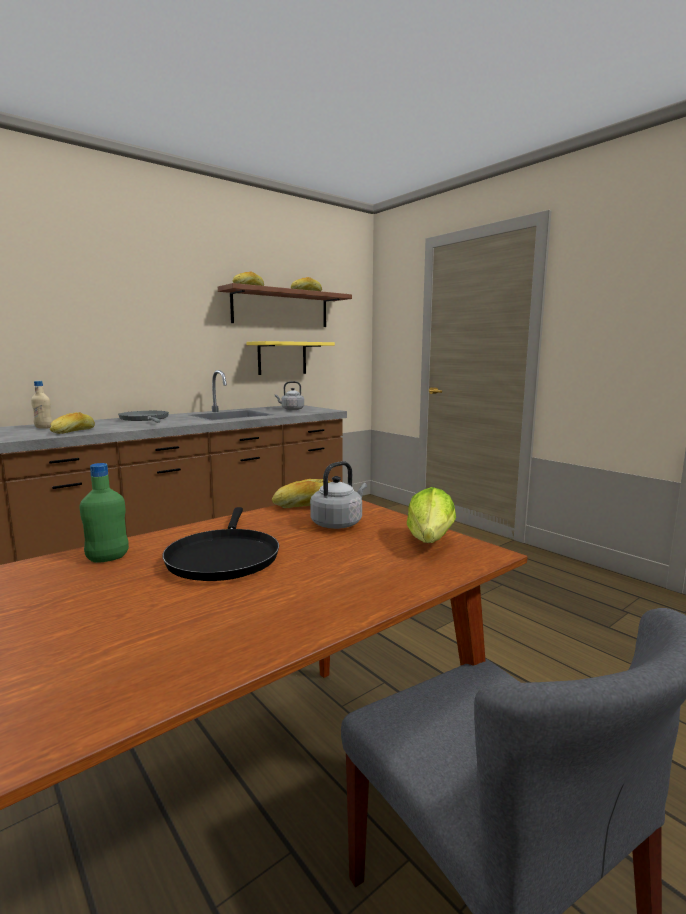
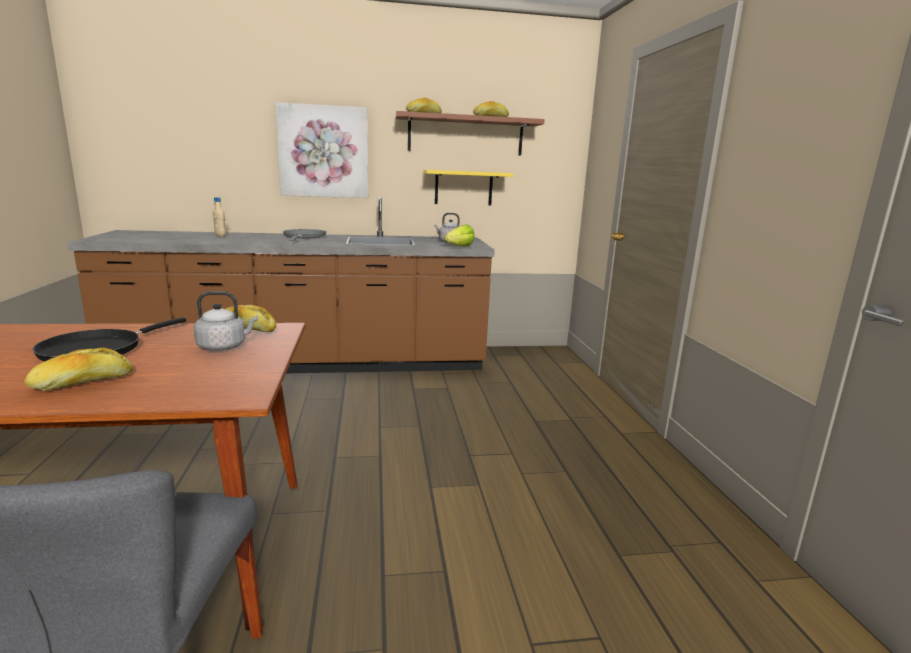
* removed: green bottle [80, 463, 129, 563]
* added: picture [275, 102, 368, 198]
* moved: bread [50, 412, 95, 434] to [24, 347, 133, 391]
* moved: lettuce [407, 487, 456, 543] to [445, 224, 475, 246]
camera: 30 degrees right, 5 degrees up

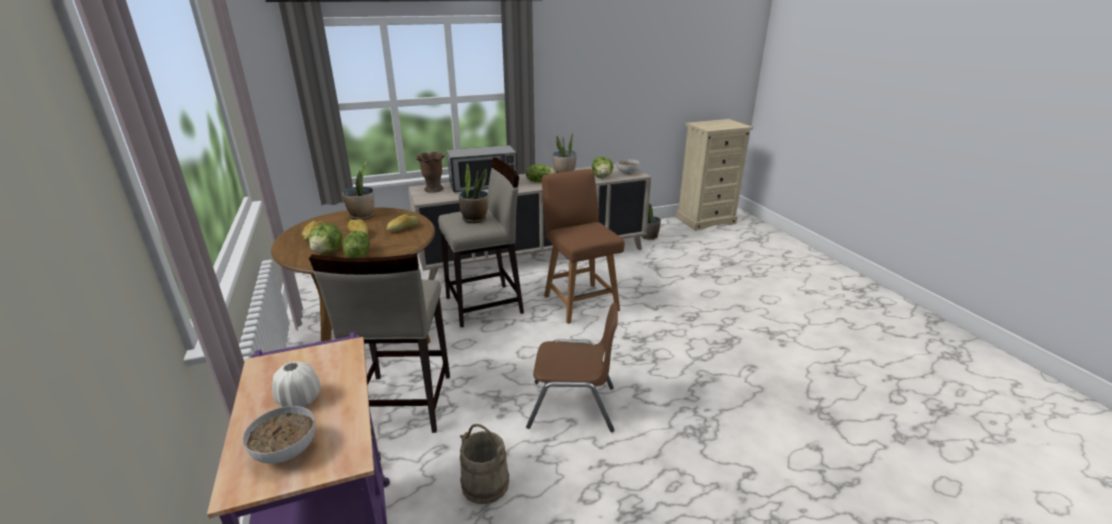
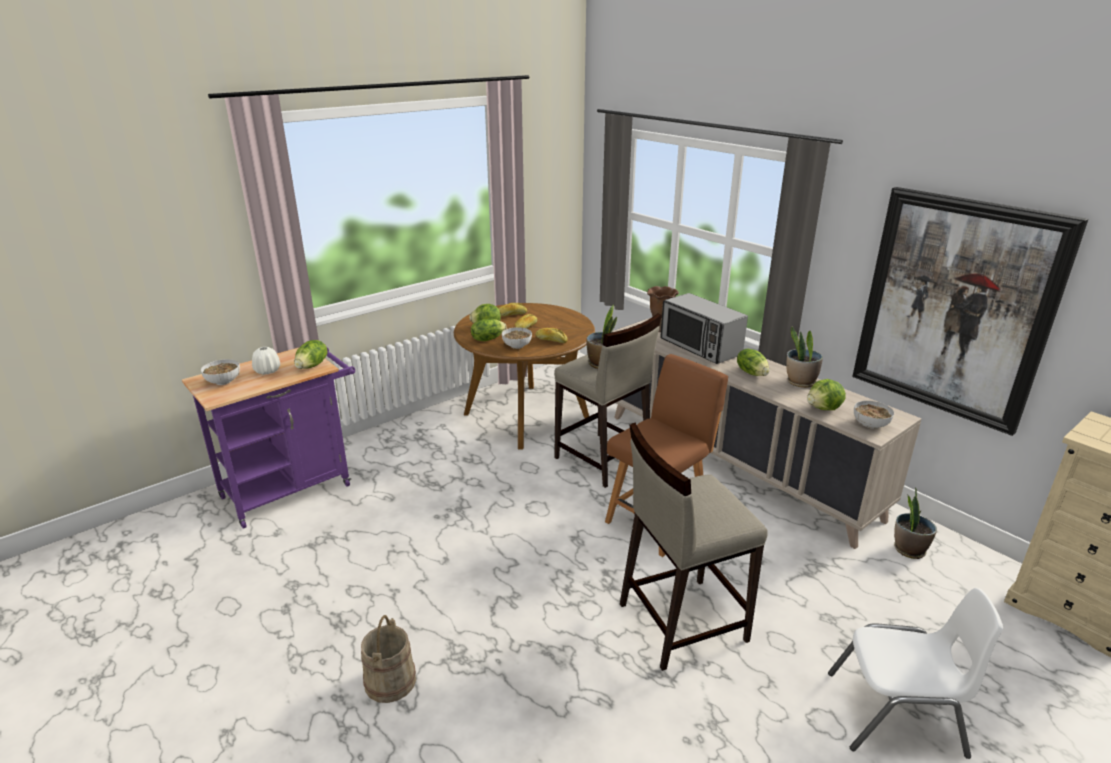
* removed: potted plant [342, 161, 374, 219]
* removed: brown chair [526, 303, 618, 432]
* added: lettuce [294, 340, 327, 369]
* added: bowl [502, 327, 532, 349]
* added: white chair [828, 588, 1003, 759]
* added: picture [852, 187, 1088, 436]
* moved: beige stool [309, 254, 450, 433] to [620, 423, 768, 671]
* moved: beige bucket [460, 424, 509, 504] to [361, 615, 416, 703]
camera: 70 degrees right, 0 degrees up

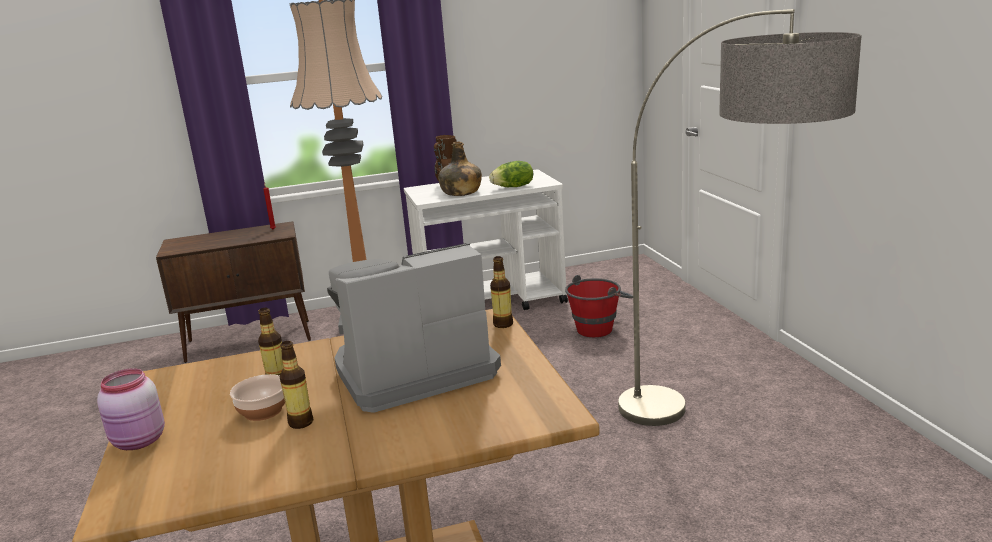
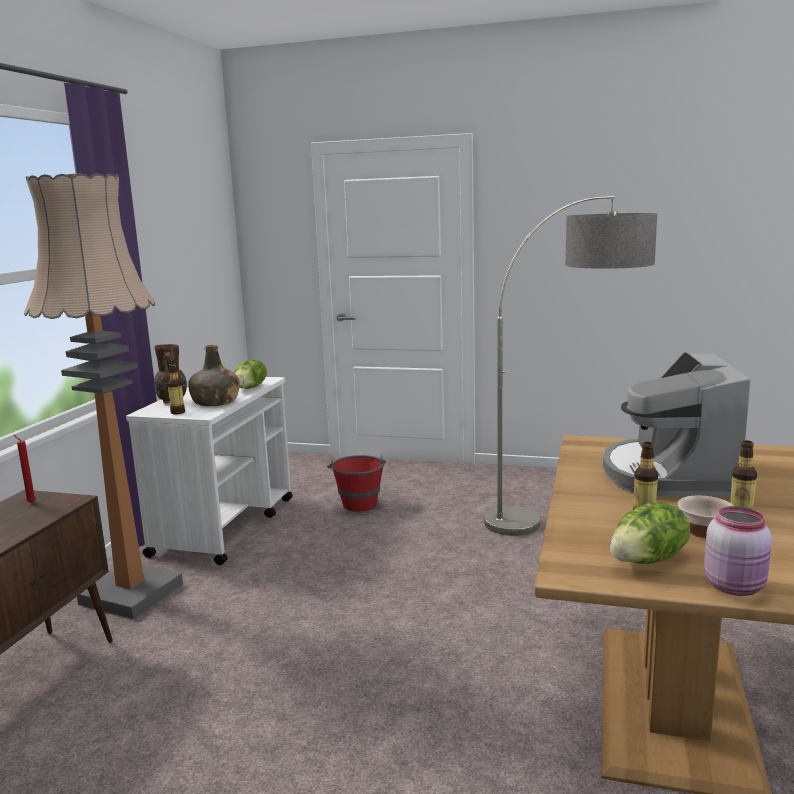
* added: lettuce [610, 502, 690, 564]
* moved: bottle [490, 256, 513, 328] to [167, 363, 185, 415]
camera: 60 degrees left, 5 degrees down

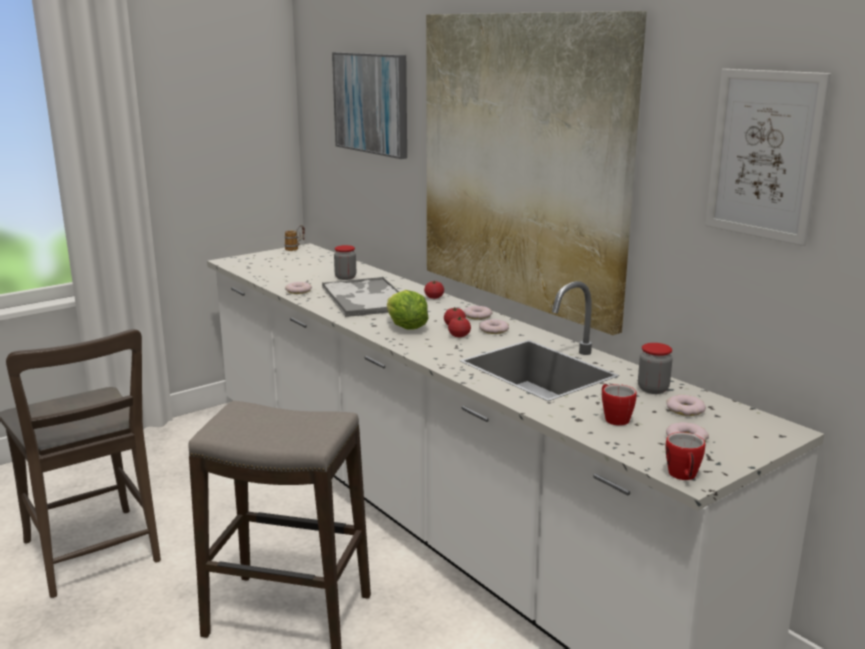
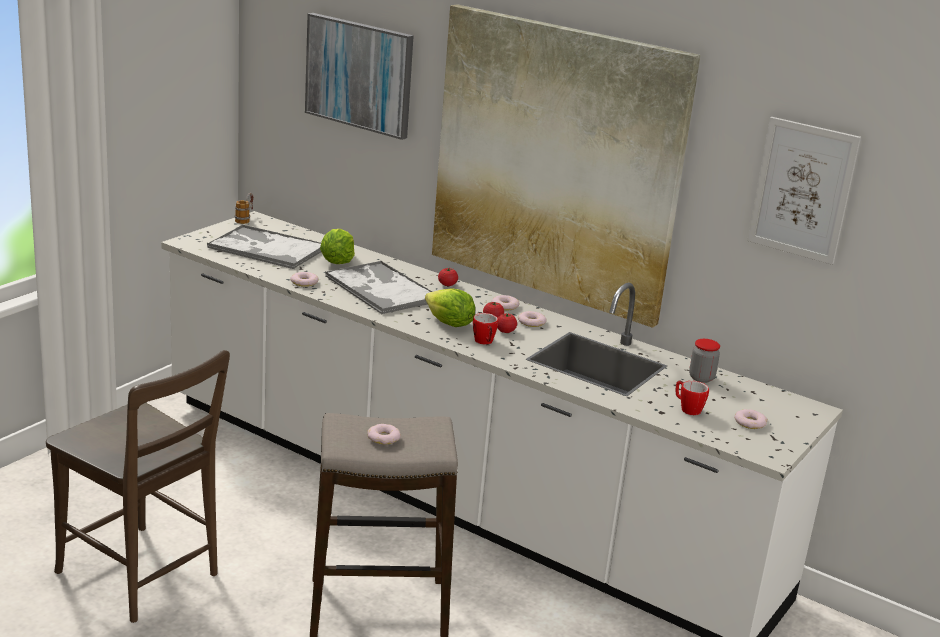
* added: tray [207, 225, 321, 269]
* moved: mug [665, 432, 705, 480] to [473, 313, 498, 345]
* moved: donut [666, 395, 706, 416] to [367, 424, 401, 444]
* replaced: jar [334, 245, 356, 280] to lettuce [320, 229, 355, 264]
camera: 20 degrees left, 5 degrees up

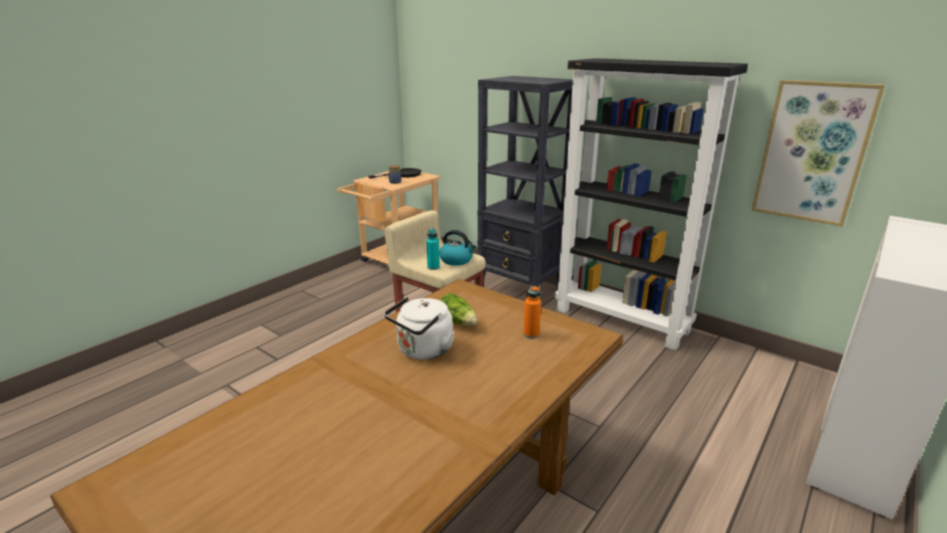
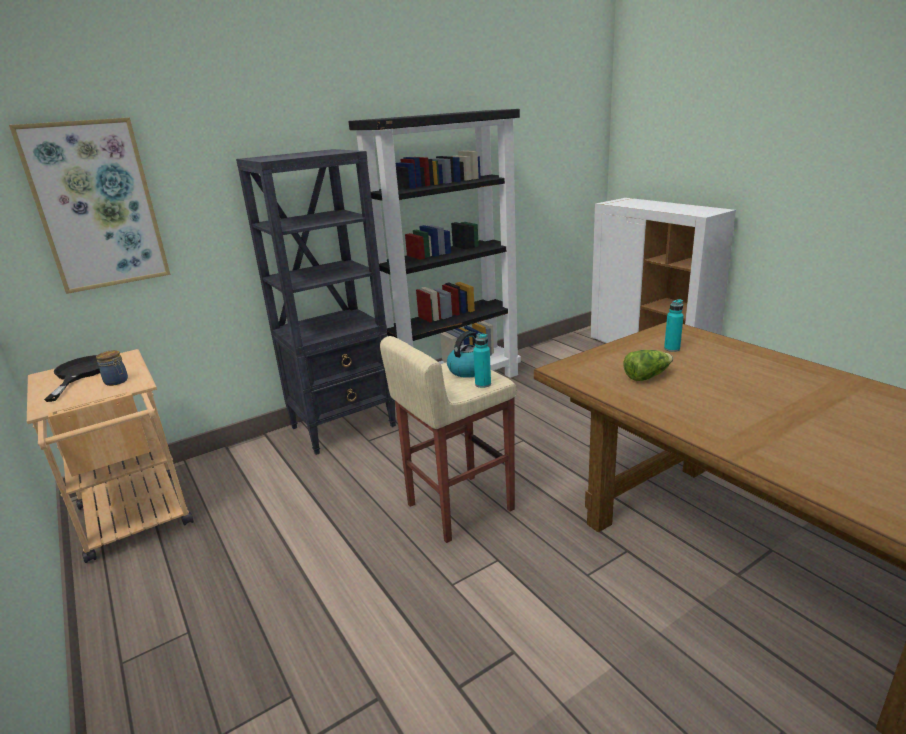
* removed: white kettle [384, 297, 455, 360]
* moved: picture [751, 80, 885, 227] to [9, 118, 171, 294]
* recoloured: orange bottle [523, 285, 541, 339] to turquoise bottle [664, 299, 684, 352]
camera: 70 degrees left, 0 degrees up

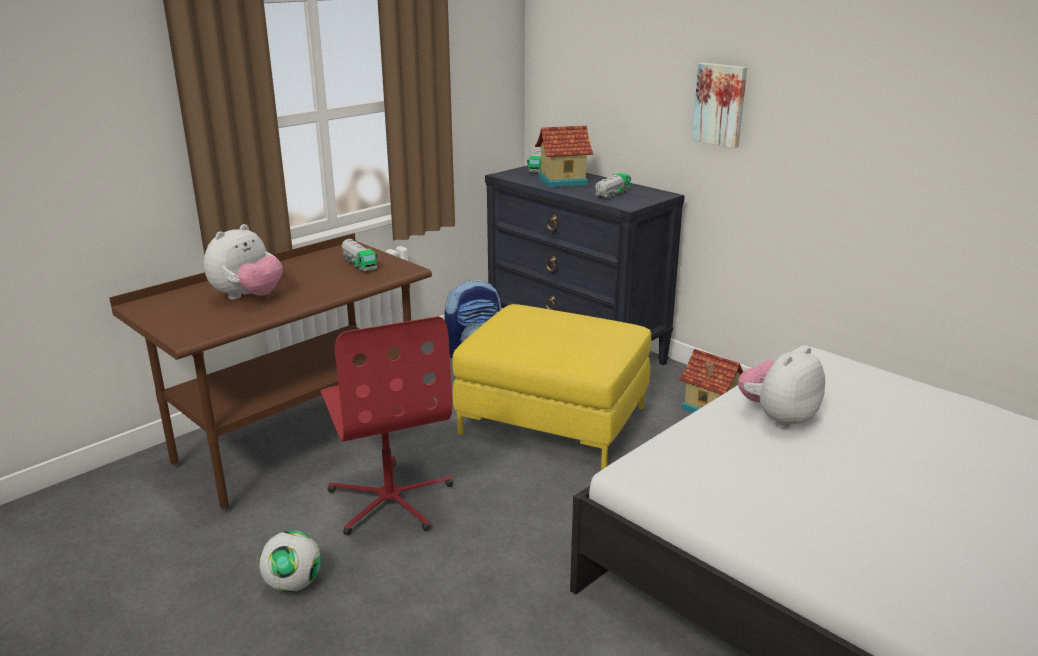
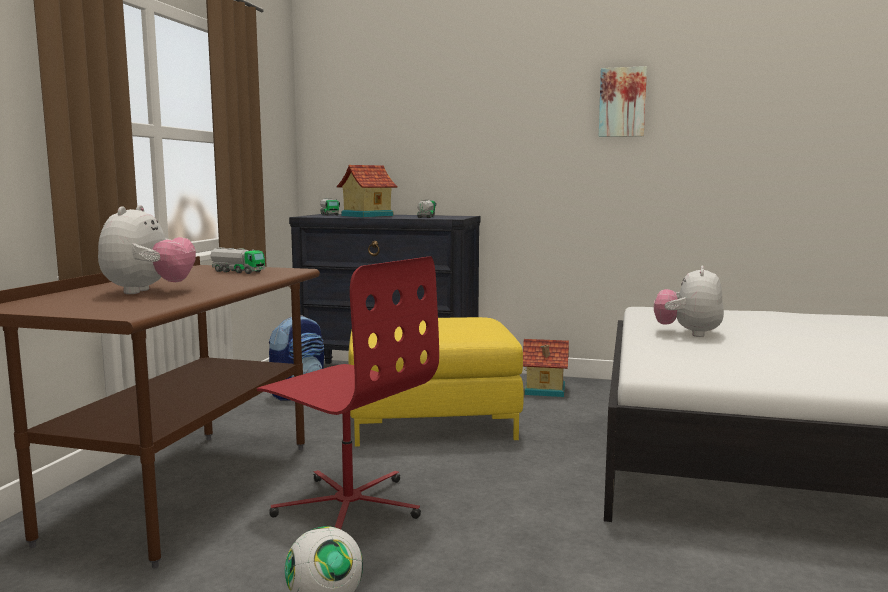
* moved: picture [692, 63, 747, 148] to [599, 66, 647, 137]
camera: 30 degrees left, 15 degrees down

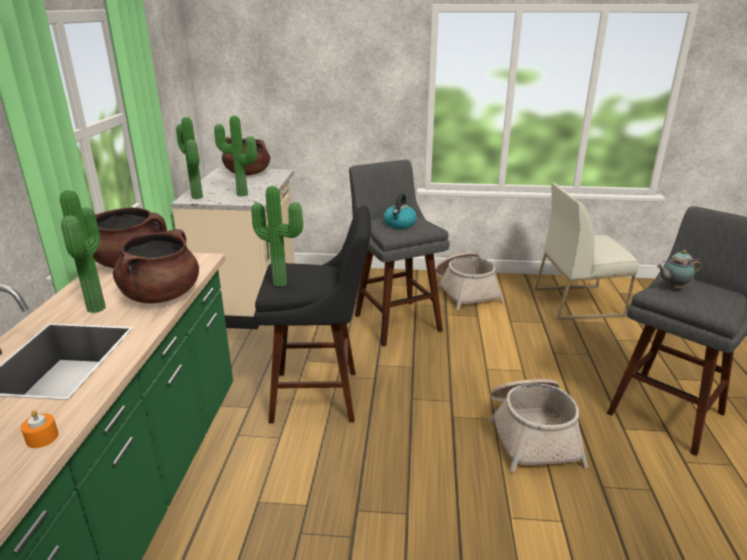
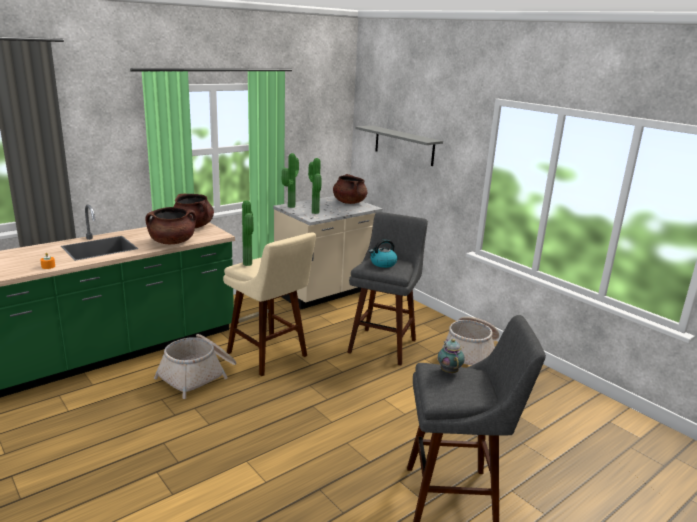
* removed: potted plant [60, 190, 106, 313]
* removed: white chair [534, 183, 639, 320]
* added: grey shelf [355, 125, 443, 166]
* moved: basket [489, 379, 588, 473] to [154, 334, 237, 399]
* recoloured: black stool [254, 206, 371, 424] to beige stool [223, 233, 316, 376]
* turned: teapot [657, 250, 702, 288] = [438, 339, 465, 374] 45 degrees clockwise
camera: 45 degrees right, 5 degrees down

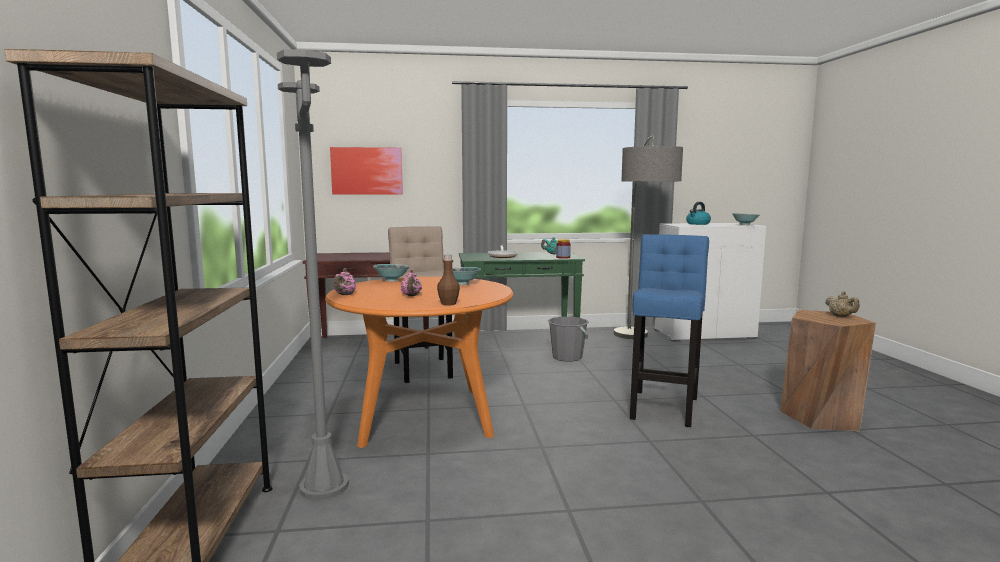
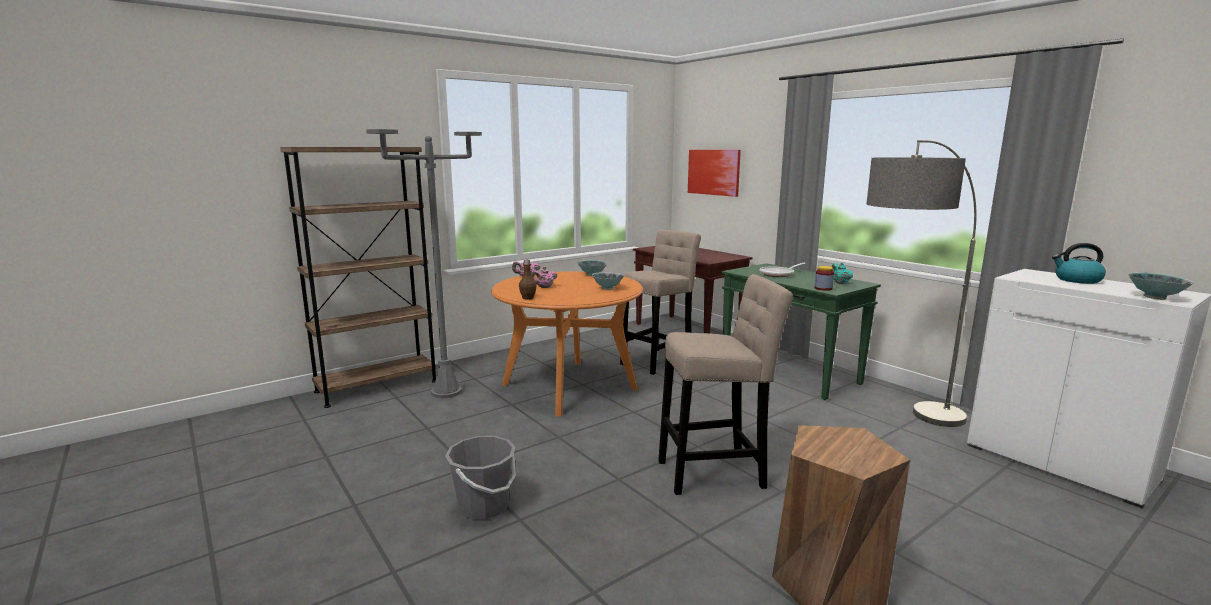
* removed: beige teapot [825, 291, 859, 317]
* moved: grey bucket [548, 317, 589, 362] to [445, 436, 516, 520]
* recoloured: blue stool [630, 234, 709, 427] to beige stool [658, 274, 793, 495]
camera: 60 degrees right, 5 degrees up

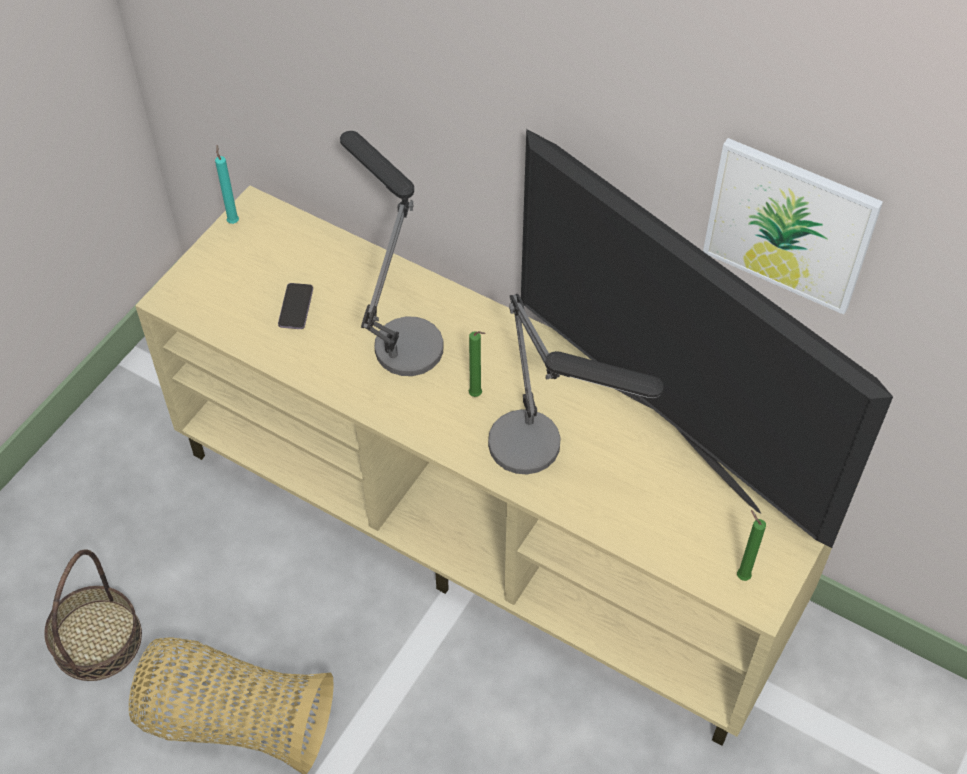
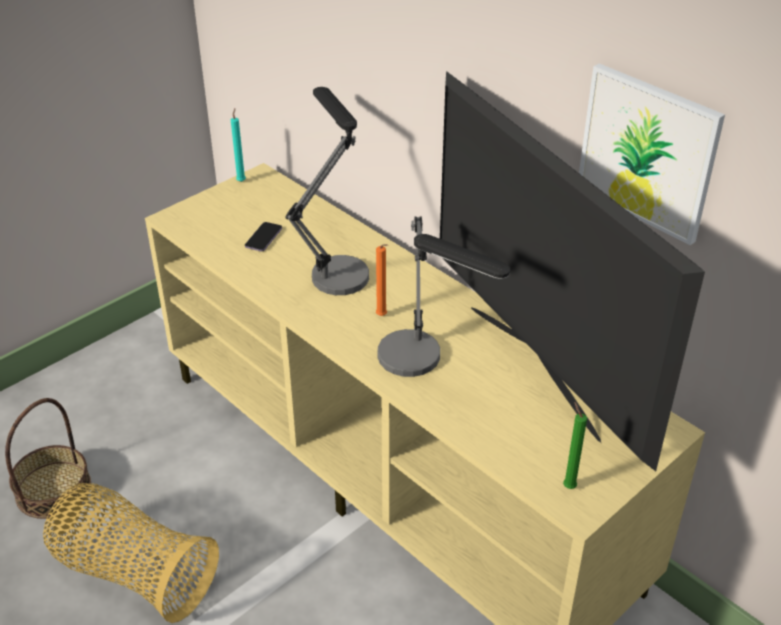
* recoloured: green candle [469, 331, 486, 397] to orange candle [376, 244, 388, 316]
camera: 15 degrees right, 15 degrees down

